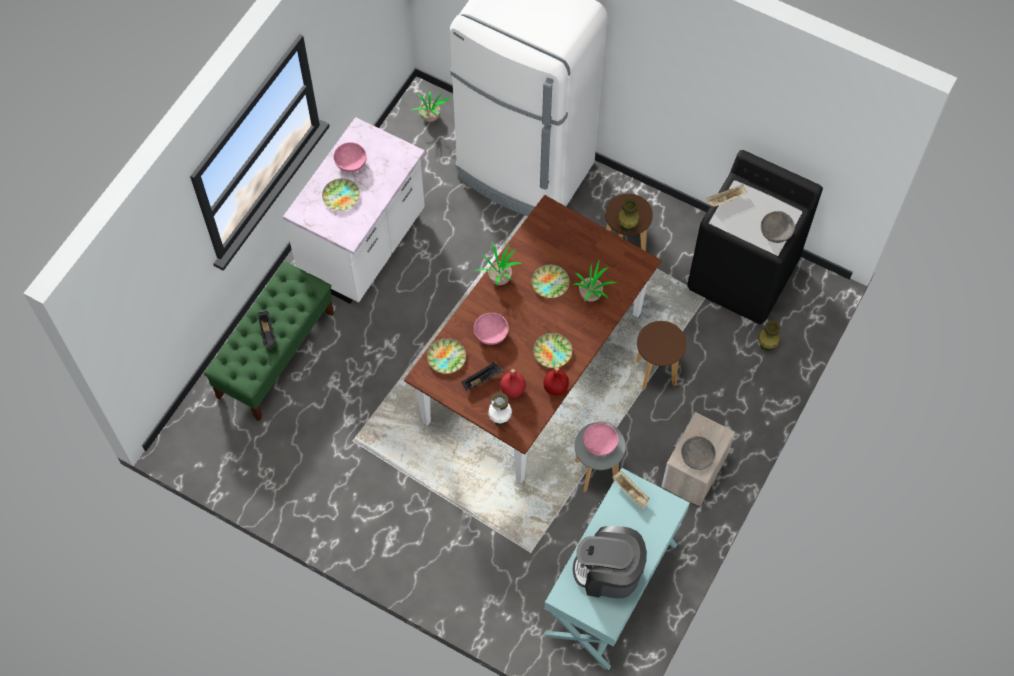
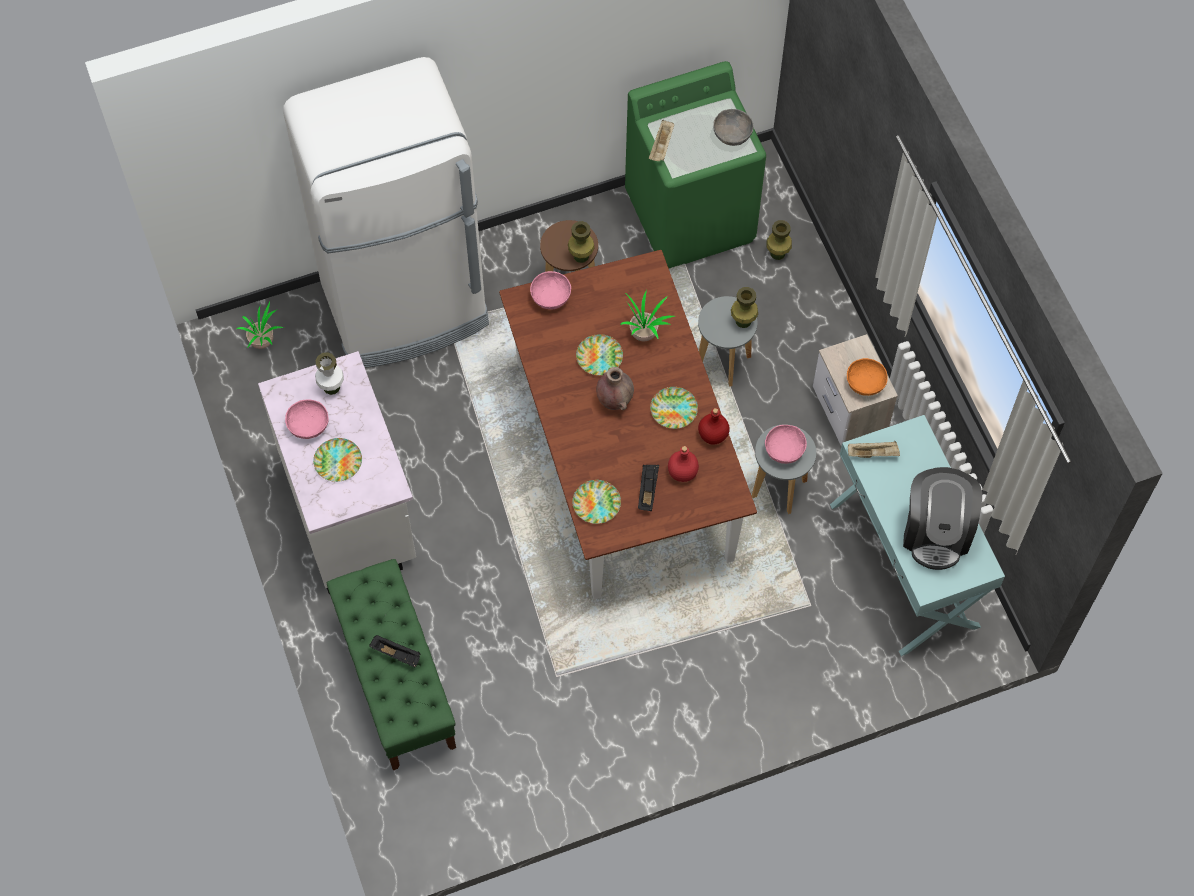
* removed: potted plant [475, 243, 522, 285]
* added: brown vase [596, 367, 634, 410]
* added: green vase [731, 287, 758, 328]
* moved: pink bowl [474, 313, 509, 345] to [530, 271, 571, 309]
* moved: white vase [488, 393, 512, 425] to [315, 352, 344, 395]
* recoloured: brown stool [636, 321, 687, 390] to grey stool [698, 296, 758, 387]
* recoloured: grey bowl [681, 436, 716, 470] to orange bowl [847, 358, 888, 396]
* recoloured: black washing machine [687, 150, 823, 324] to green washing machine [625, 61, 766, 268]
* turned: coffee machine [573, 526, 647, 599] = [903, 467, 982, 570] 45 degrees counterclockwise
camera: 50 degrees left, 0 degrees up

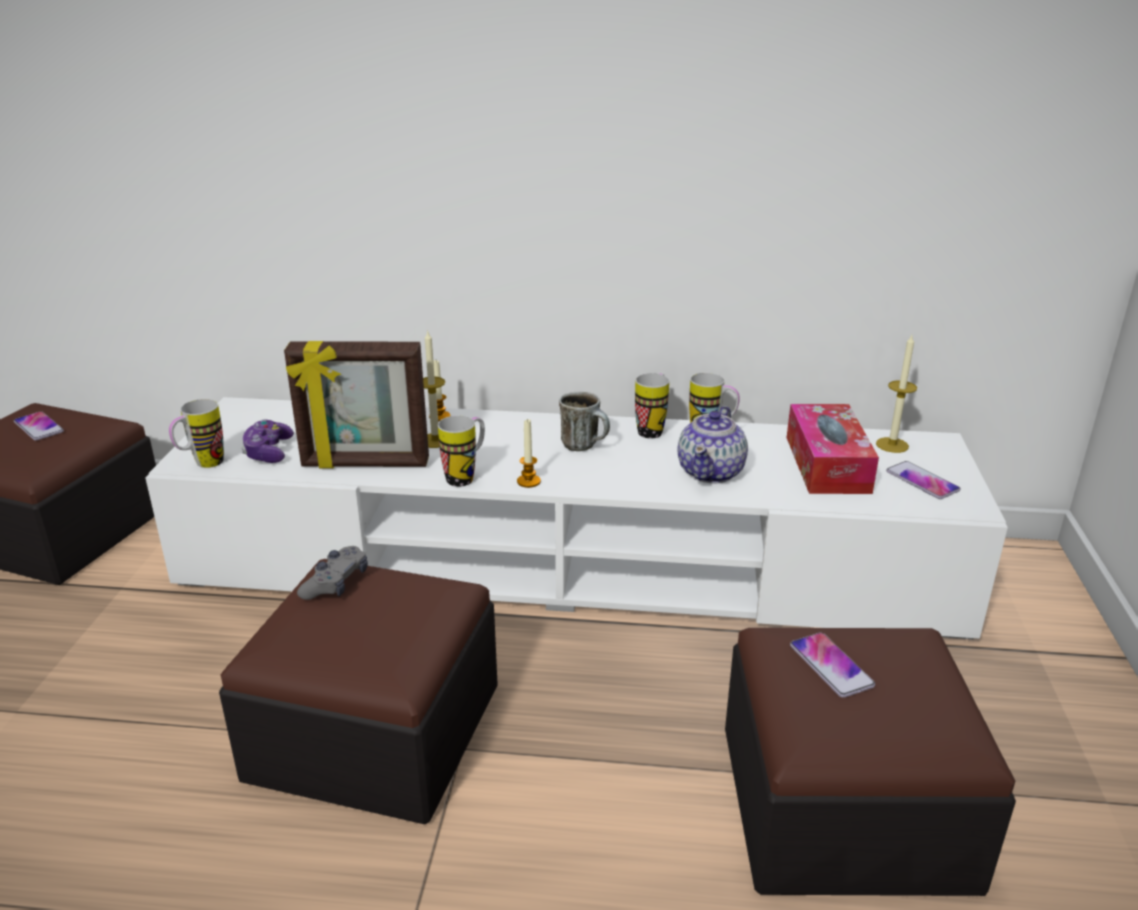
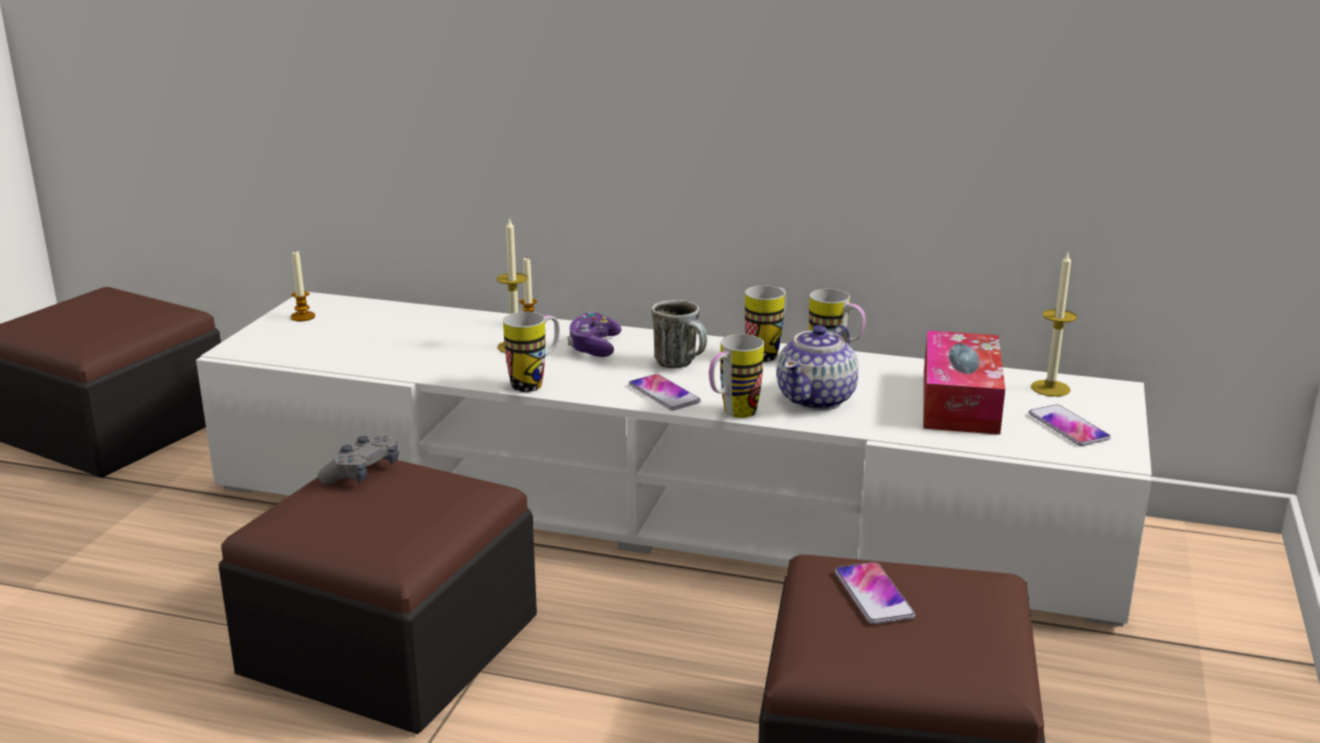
* removed: picture frame [284, 341, 429, 468]
* moved: phone [14, 411, 64, 441] to [629, 374, 701, 411]
* moved: mug [169, 399, 224, 468] to [709, 334, 764, 418]
* moved: game controller [241, 419, 294, 463] to [567, 312, 622, 357]
* moved: candle [517, 418, 541, 488] to [291, 250, 315, 321]
camera: 10 degrees right, 5 degrees down

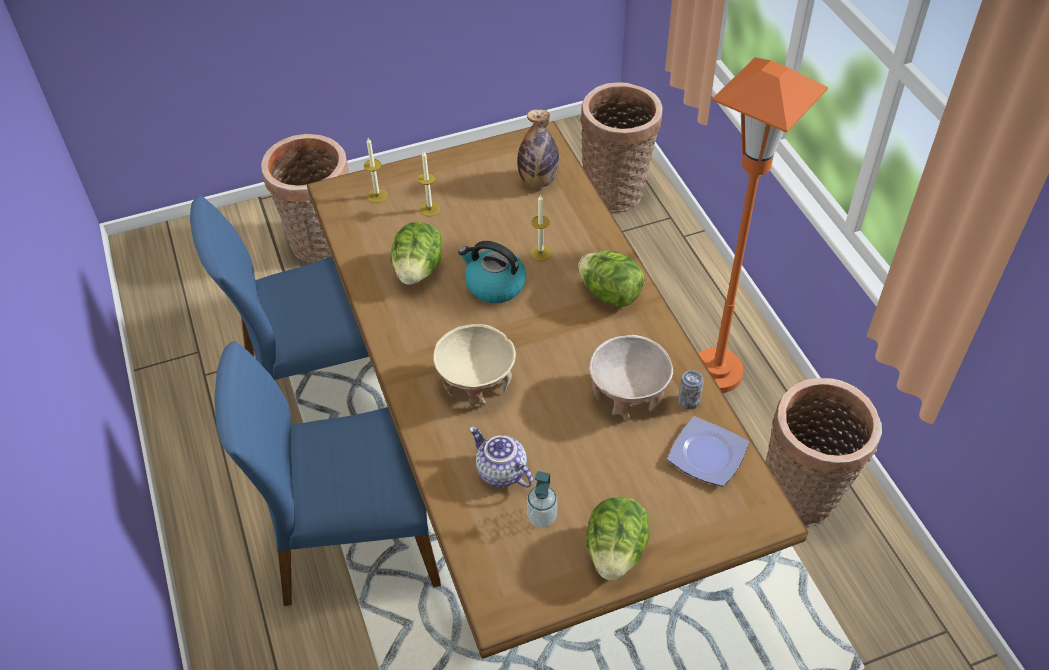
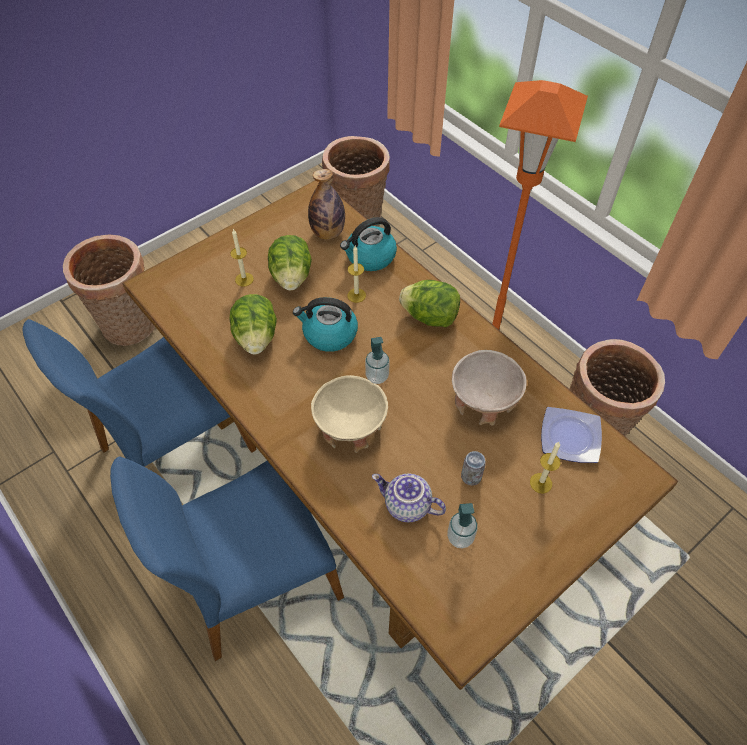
* added: kettle [340, 217, 397, 271]
* added: soap dispenser [365, 337, 389, 384]
* moved: candle [364, 138, 387, 203] to [530, 442, 560, 494]
* moved: lettuce [586, 496, 649, 580] to [268, 235, 312, 290]
* moved: can [678, 370, 703, 409] to [461, 451, 486, 485]
camera: 20 degrees left, 5 degrees up

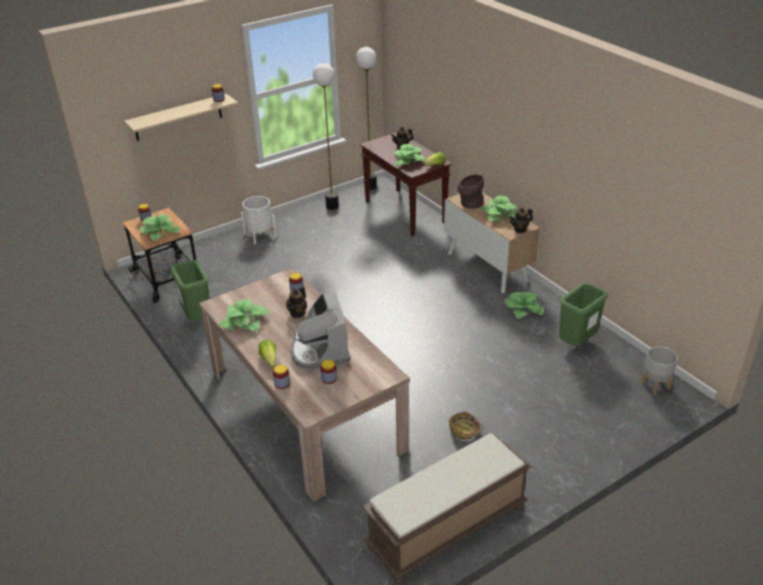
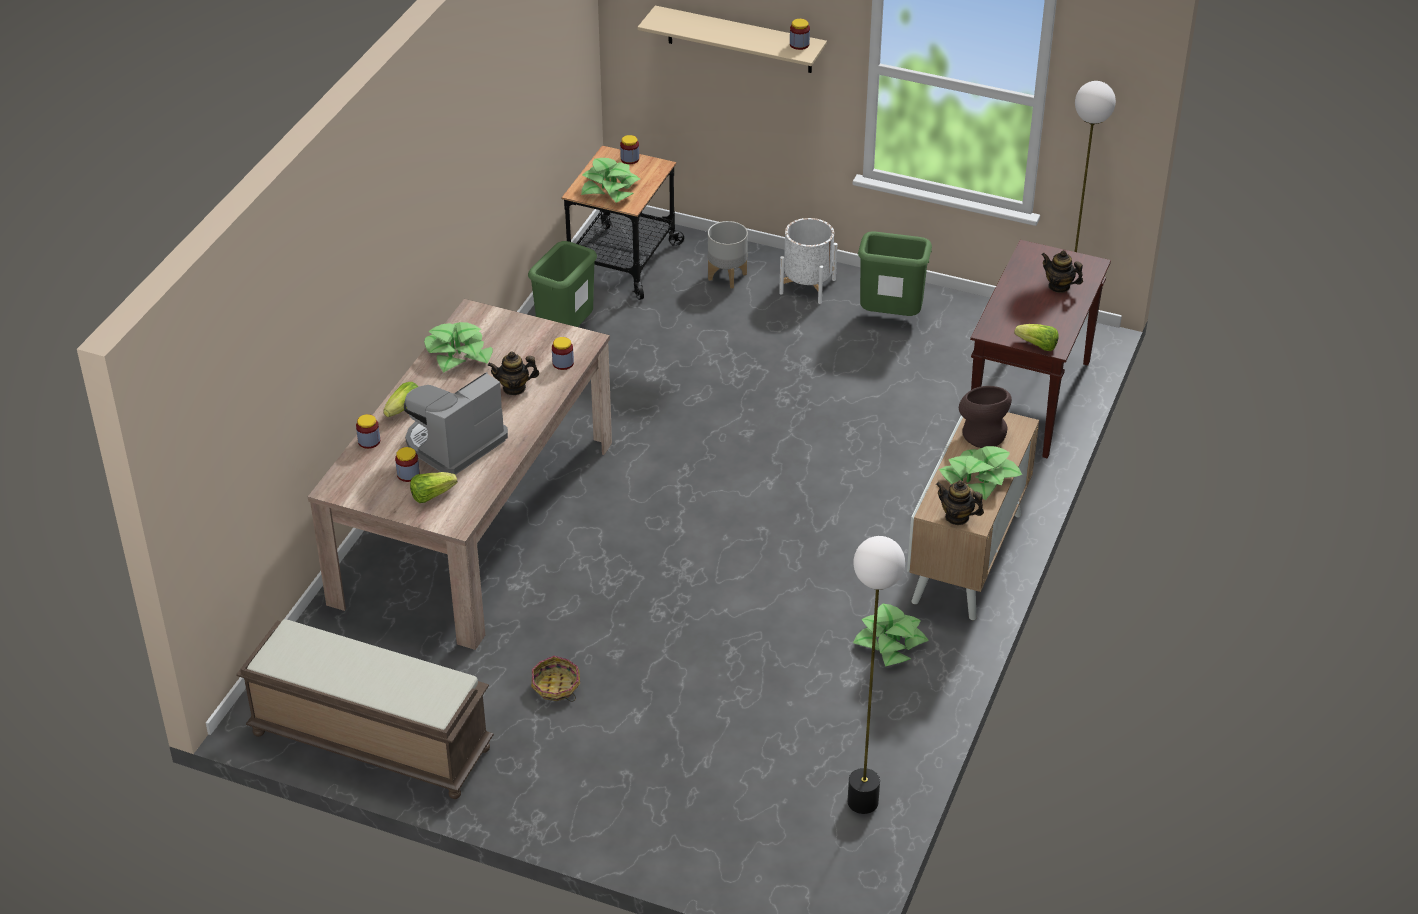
* removed: potted plant [394, 144, 426, 166]
* added: lettuce [410, 472, 457, 503]
* moved: floor lamp [313, 63, 339, 210] to [848, 536, 905, 814]
* moved: green trash can [559, 283, 608, 346] to [858, 231, 932, 316]
* moved: grey planter [641, 346, 678, 395] to [708, 221, 748, 289]
camera: 55 degrees right, 5 degrees up

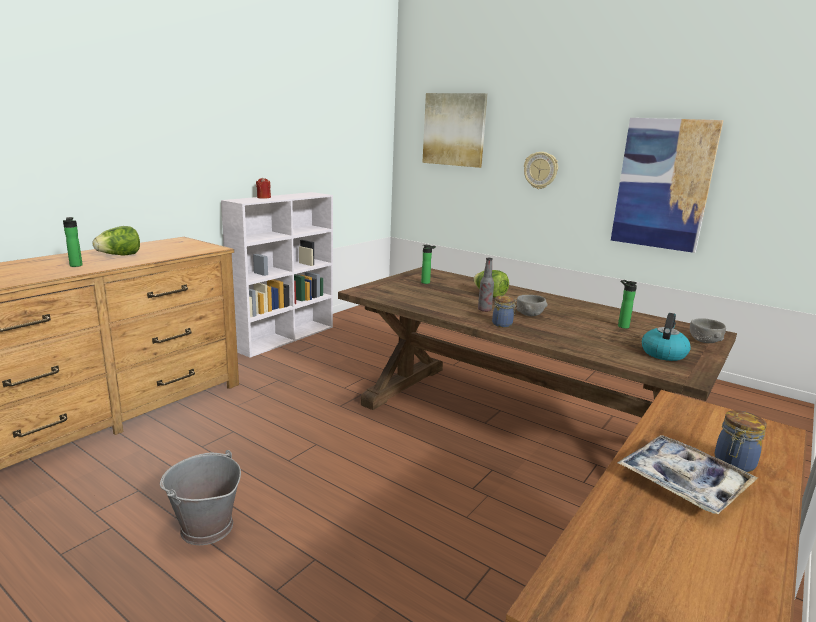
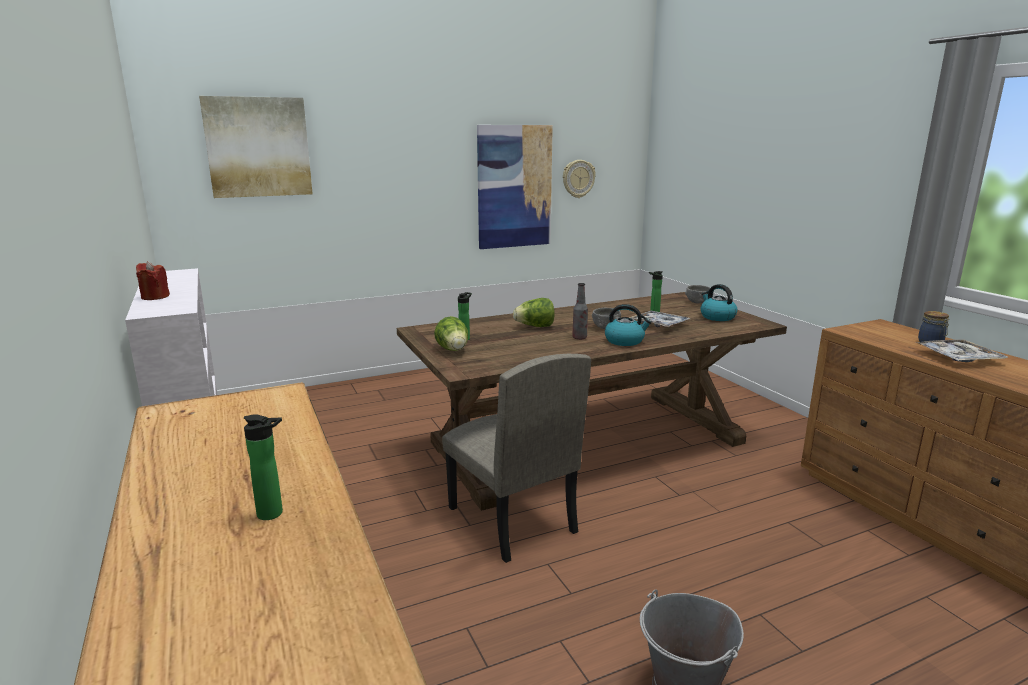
* added: beige chair [442, 354, 591, 563]
* added: tray [629, 311, 691, 327]
* moved: lettuce [92, 226, 140, 255] to [434, 316, 468, 351]
* moved: wall clock [524, 152, 558, 189] to [563, 160, 596, 198]
* replaced: jar [492, 296, 517, 328] to kettle [605, 304, 652, 346]
camera: 60 degrees left, 0 degrees up

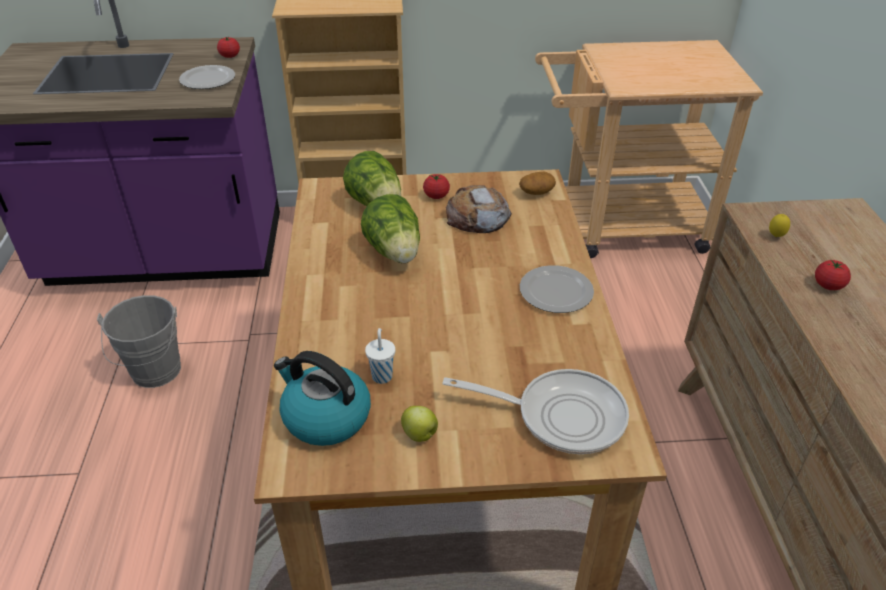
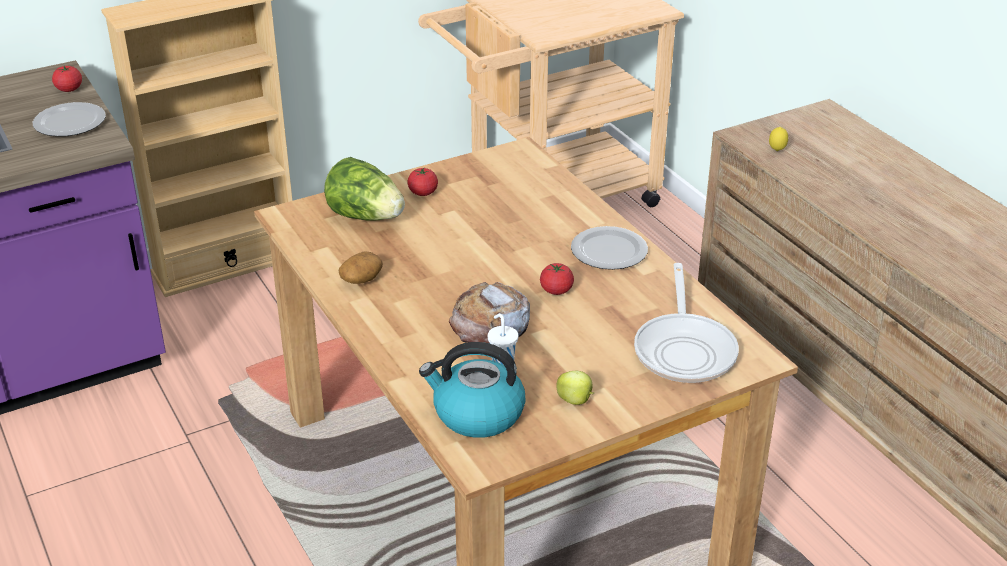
* removed: grey bucket [97, 295, 181, 388]
* removed: lettuce [361, 194, 420, 263]
* moved: bread [446, 185, 512, 233] to [449, 282, 530, 344]
* moved: potato [519, 172, 556, 195] to [339, 251, 383, 284]
* moved: tomato [815, 259, 851, 290] to [540, 263, 574, 295]
* turned: frying pan [442, 369, 629, 454] = [634, 263, 739, 383] 105 degrees clockwise
camera: 25 degrees left, 5 degrees down

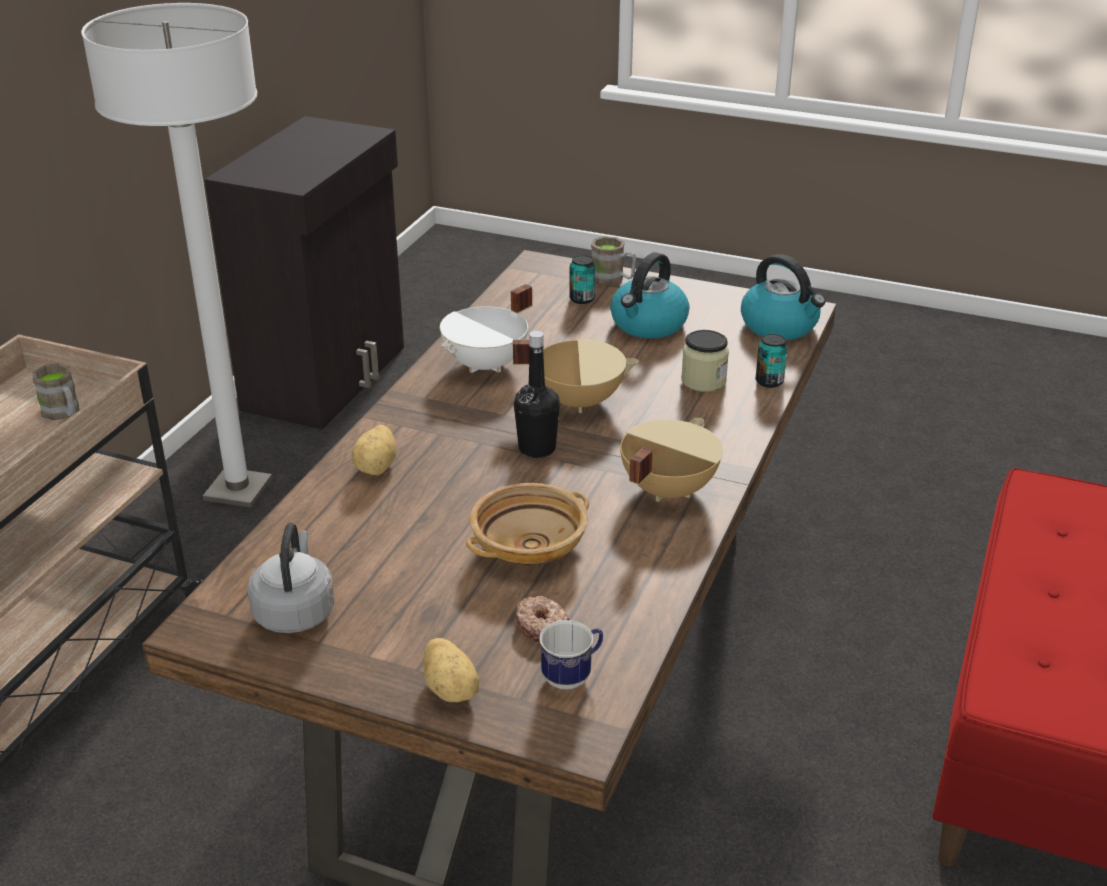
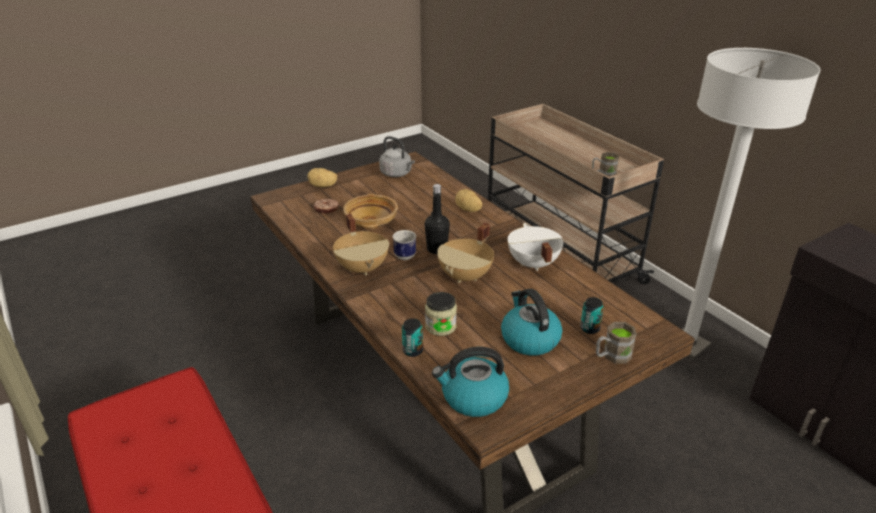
* moved: mug [539, 620, 603, 690] to [393, 230, 416, 260]
camera: 125 degrees right, 0 degrees up

